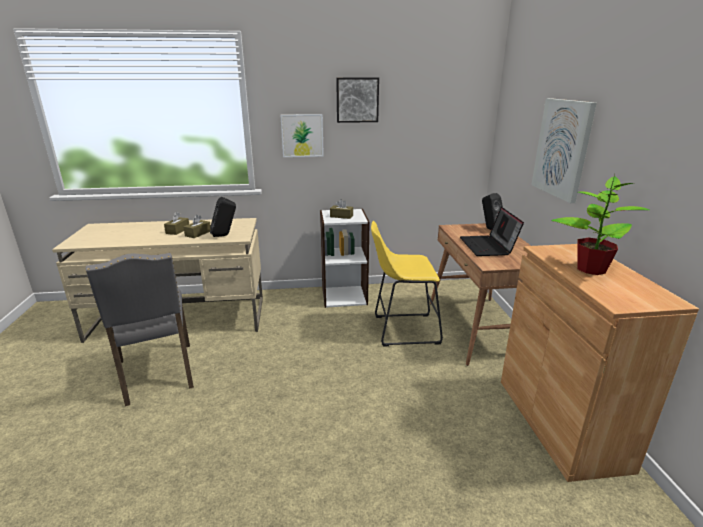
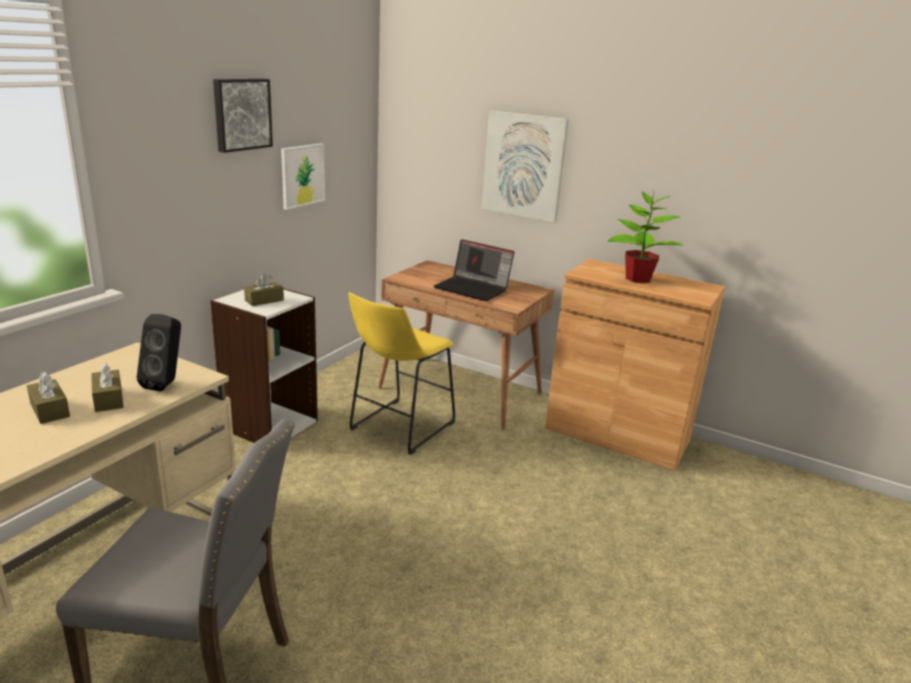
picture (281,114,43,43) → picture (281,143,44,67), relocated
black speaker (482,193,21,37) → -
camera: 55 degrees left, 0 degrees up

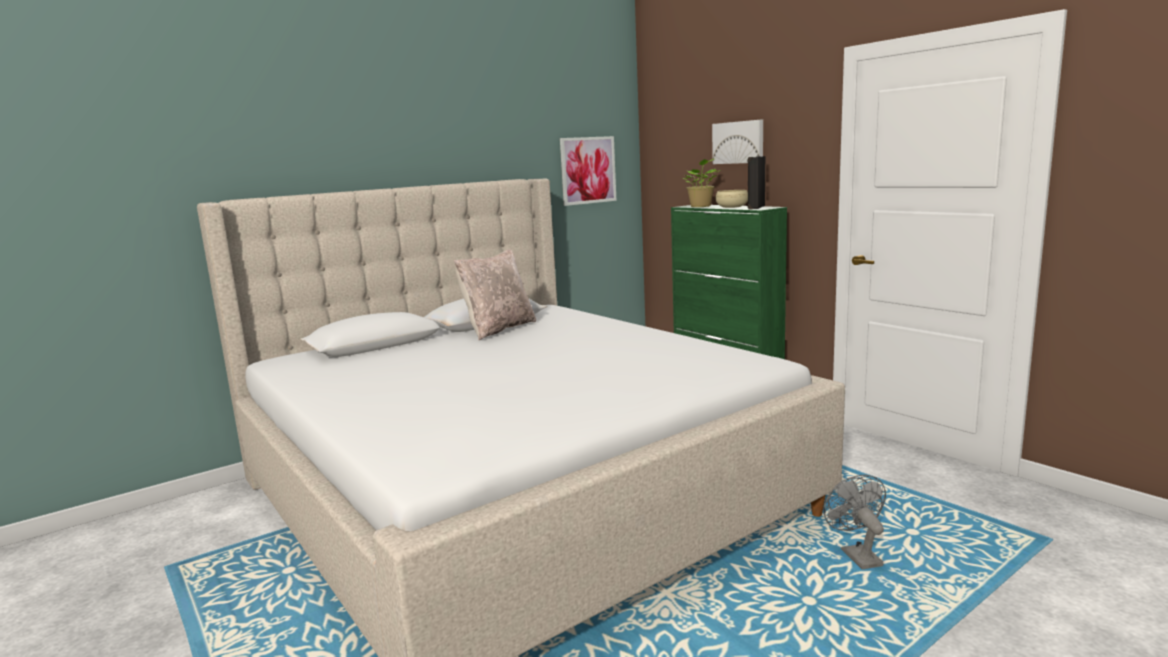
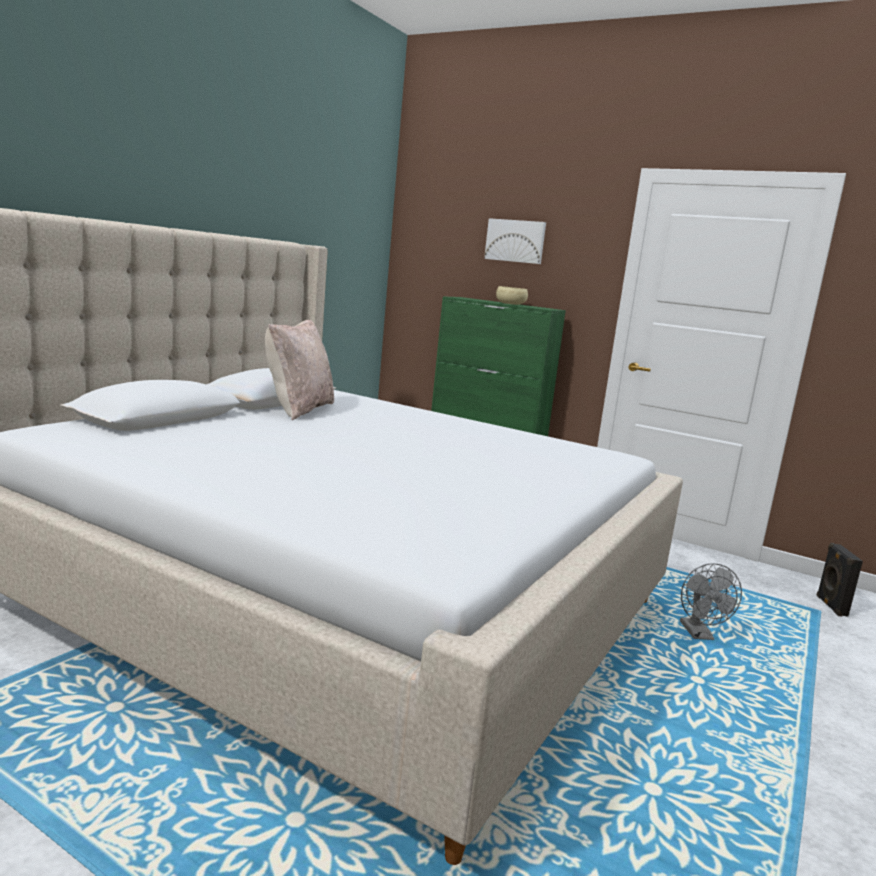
grey fan (824,475,62,94) → grey fan (680,563,62,77), 150 degrees counterclockwise
black speaker (747,156,18,53) → black speaker (817,543,46,74), relocated
picture (560,136,56,70) → -
potted plant (682,158,39,49) → -
camera: 25 degrees left, 0 degrees up

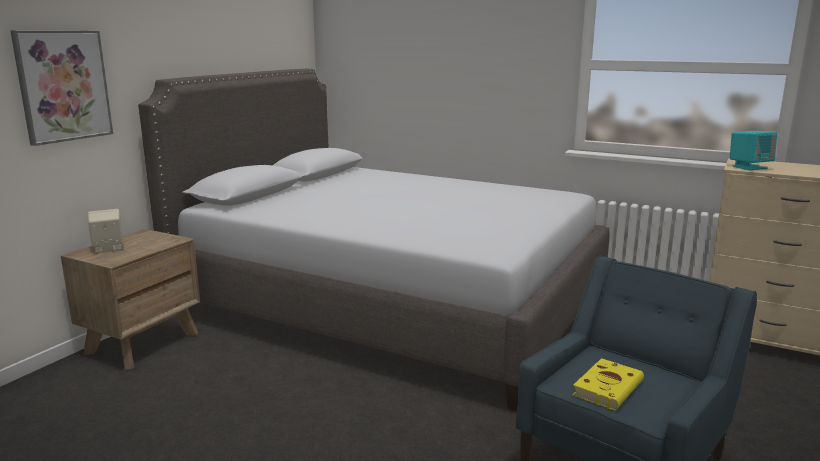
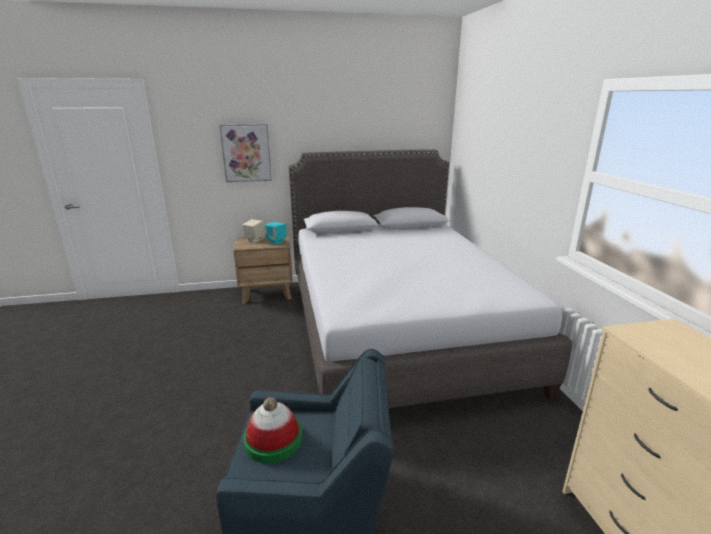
yellow book (572,358,72,52) → hat (243,397,59,66)
turquoise speaker (730,131,47,39) → turquoise speaker (265,222,21,23), relocated
camera: 50 degrees right, 5 degrees up

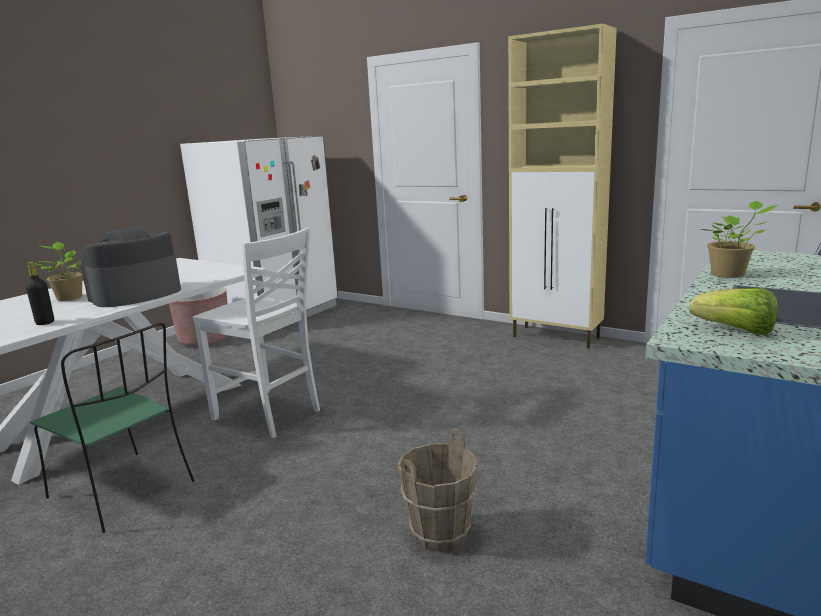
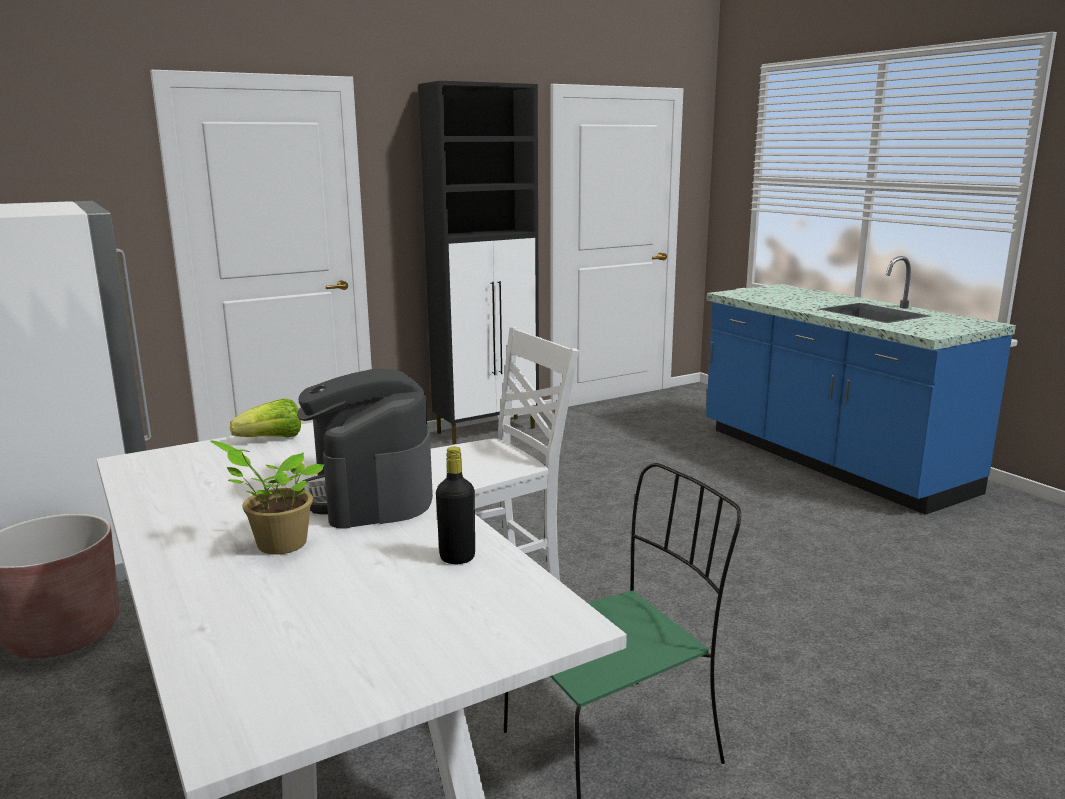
lettuce (690,288,88,47) → lettuce (230,398,71,39), relocated
beige cabinet (508,24,109,324) → black cabinet (418,81,121,363)
brown bucket (397,428,81,124) → -
potted plant (701,201,77,77) → -
camera: 65 degrees left, 0 degrees up

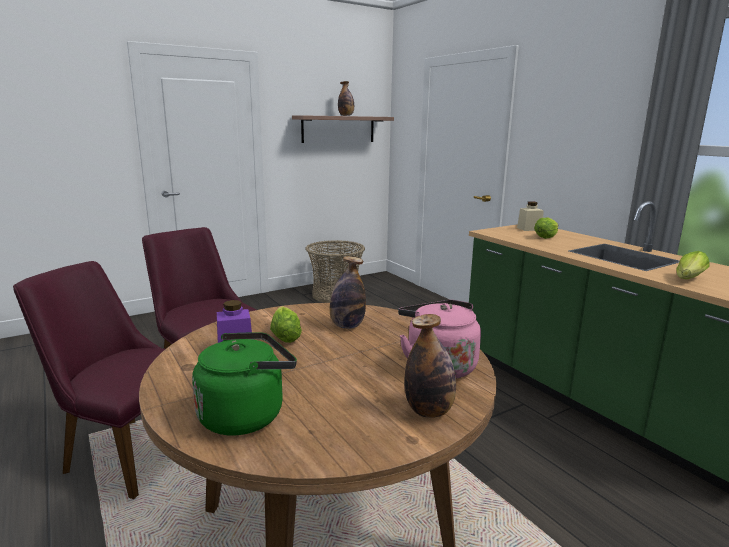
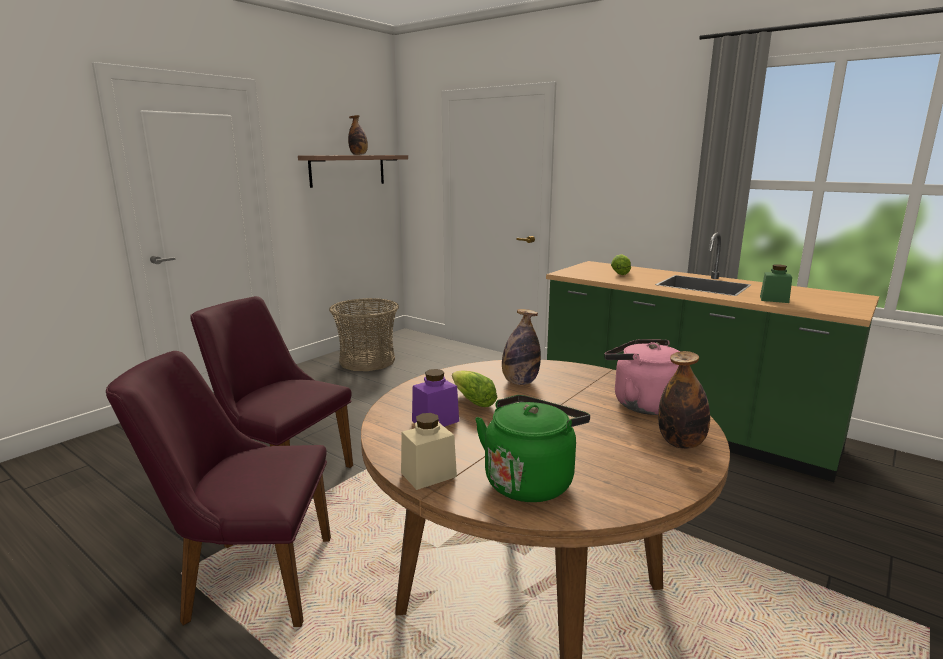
beige jar (517,201,27,30) → beige jar (401,413,56,77), relocated
lettuce (676,251,34,28) → green jar (760,264,32,39)
camera: 20 degrees left, 0 degrees up

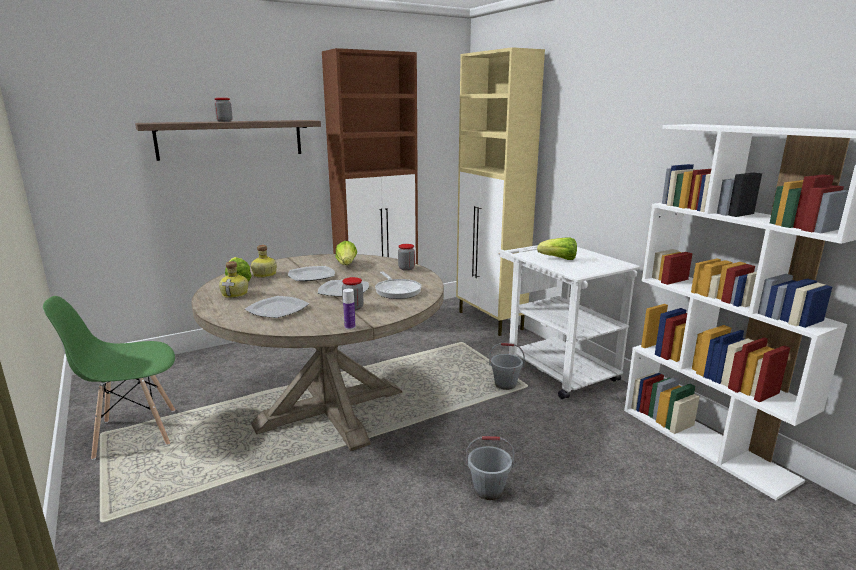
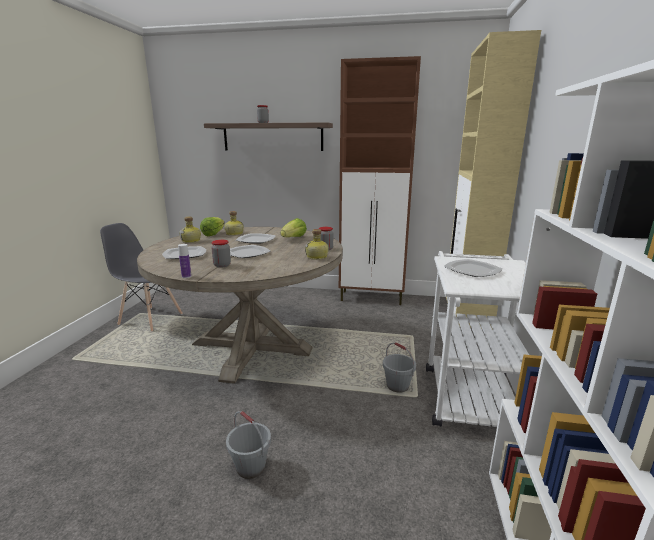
green chair (43,296,132,164) → grey chair (100,223,83,109)
- → bottle (305,229,24,31)
lettuce (537,237,40,23) → plate (444,259,58,18)
frying pan (375,272,47,27) → -
camera: 40 degrees right, 0 degrees up

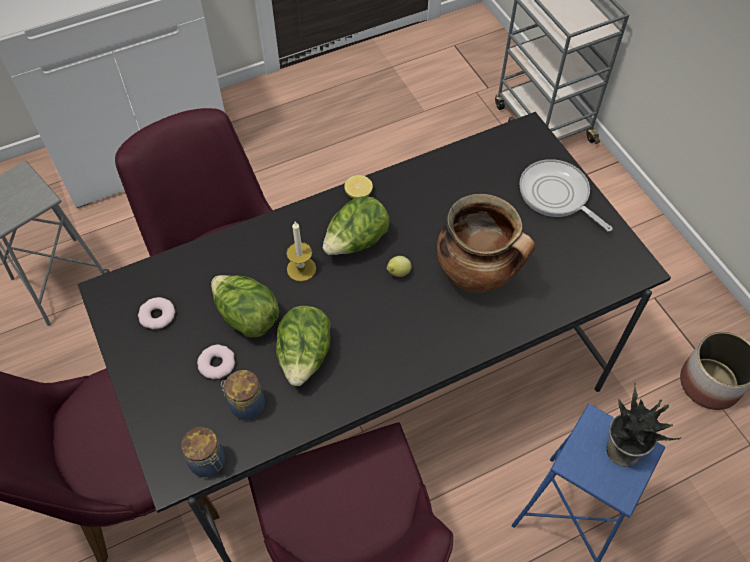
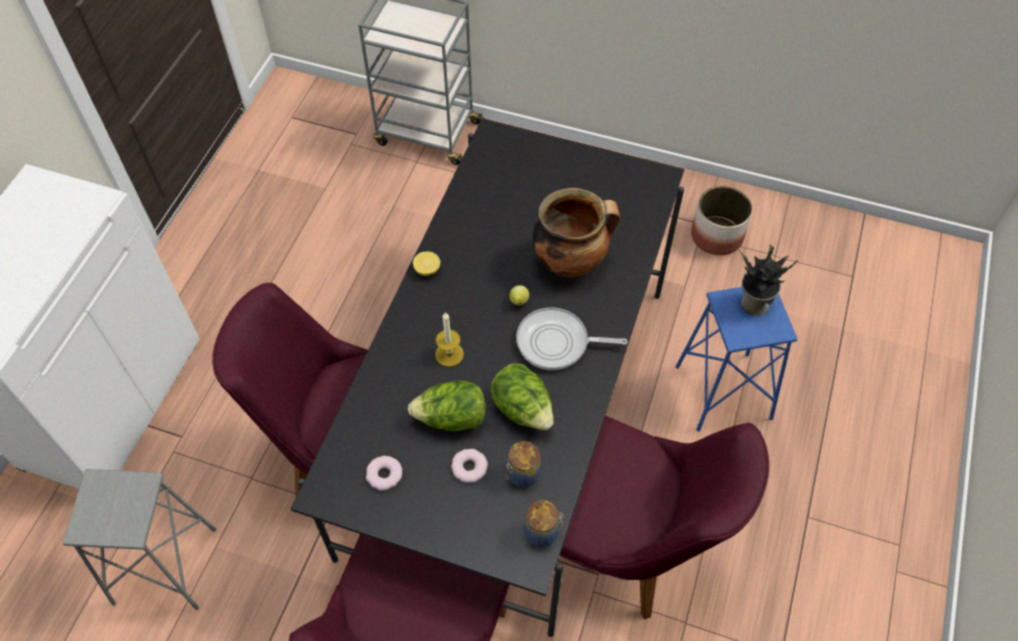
frying pan (519,159,93,73) → frying pan (516,307,112,63), relocated
lettuce (323,196,67,59) → -
camera: 45 degrees left, 0 degrees up

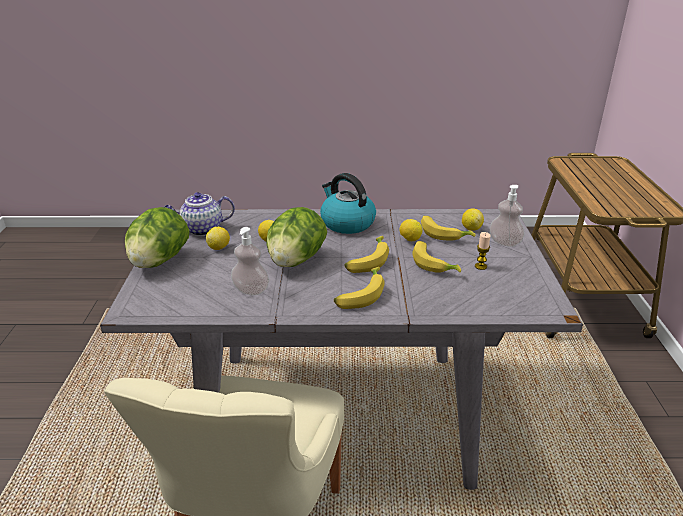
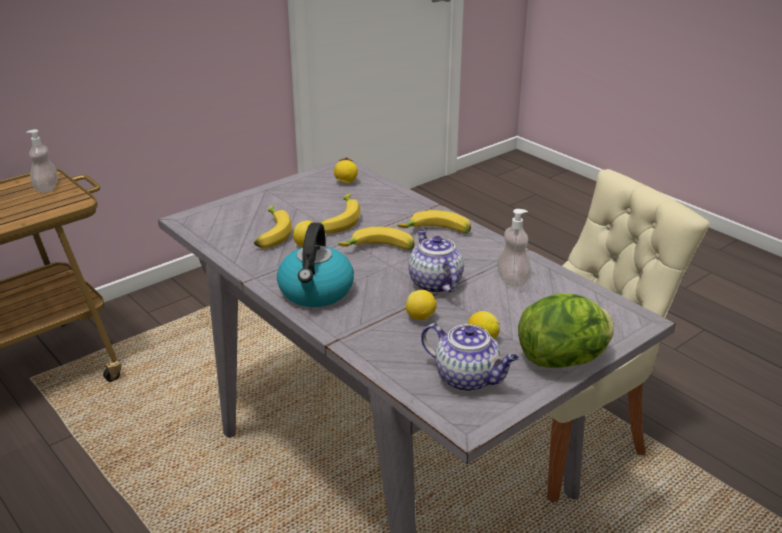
soap dispenser (489,185,36,62) → soap dispenser (26,129,32,64), relocated
lemon (462,208,22,23) → lemon (334,160,24,23), relocated
lettuce (266,207,61,60) → teapot (408,229,56,64)
candle (475,232,15,38) → -
camera: 130 degrees left, 0 degrees up

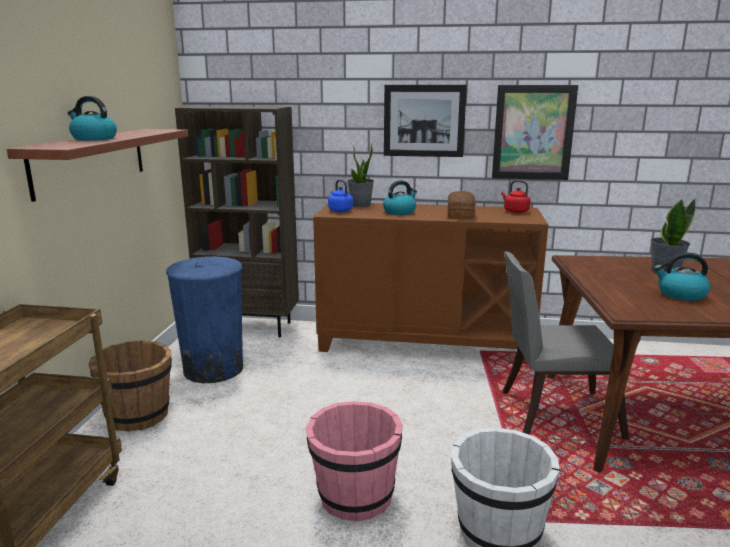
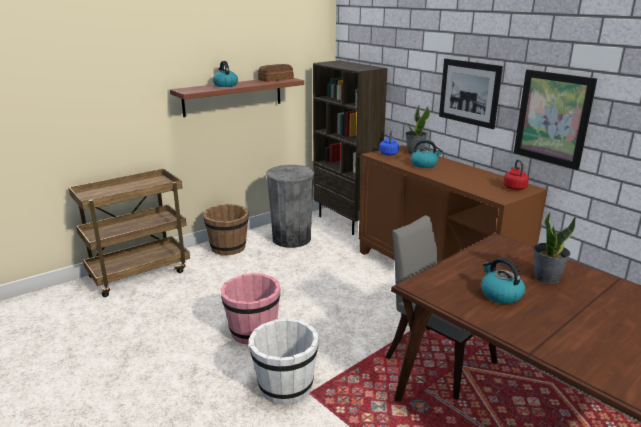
bread (447,191,29,28) → bread (258,64,36,18), relocated
blue trash can (166,256,77,127) → grey trash can (266,165,49,83)
camera: 45 degrees right, 5 degrees up

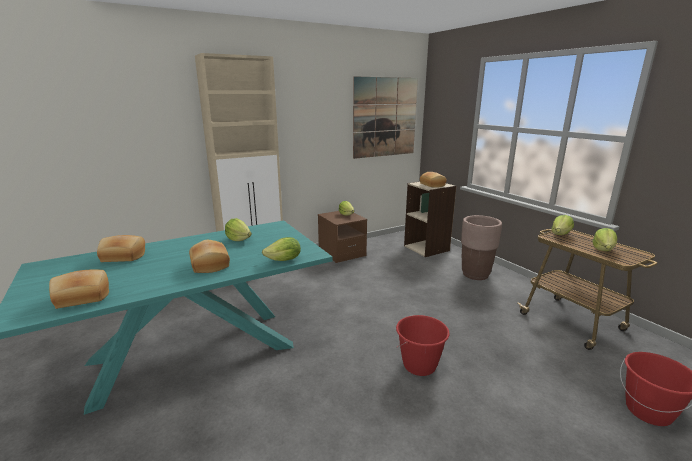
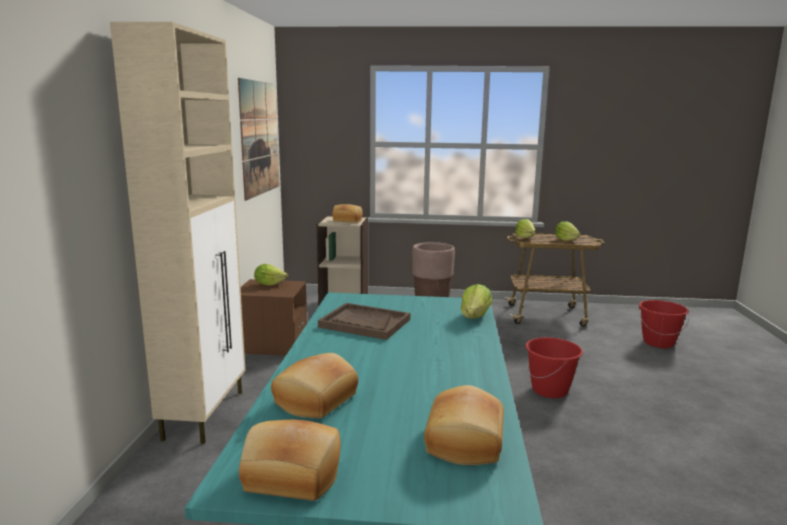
bread (189,240,41,33) → bread (239,420,101,81), relocated
lettuce (225,218,27,23) → brown tray (318,303,92,37)
camera: 55 degrees left, 5 degrees down

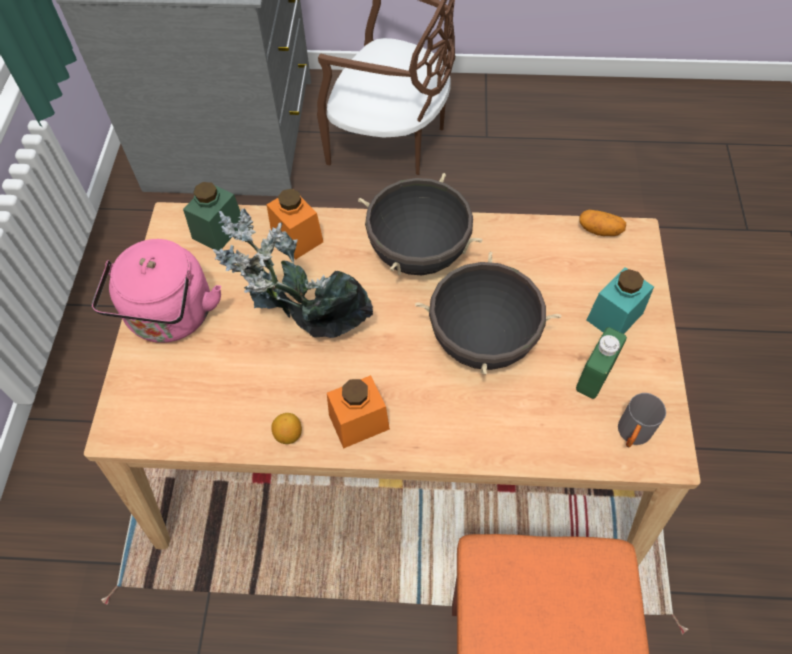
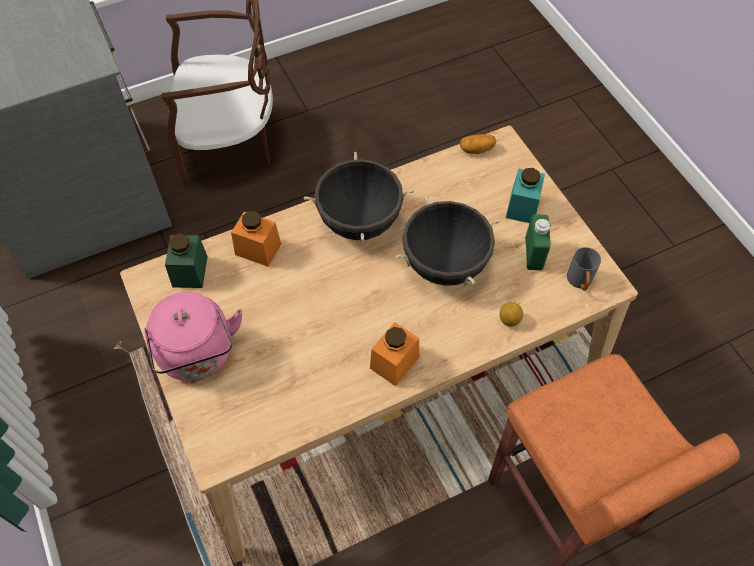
lemon (271,413,31,31) → lemon (500,302,23,25), relocated
potted plant (213,209,160,129) → -
camera: 30 degrees left, 0 degrees up

